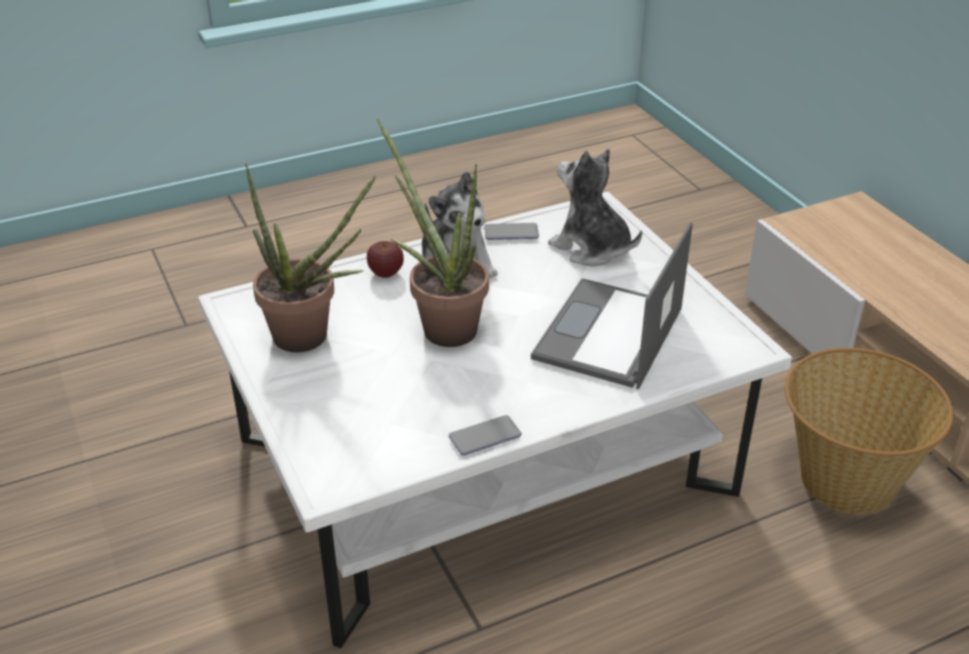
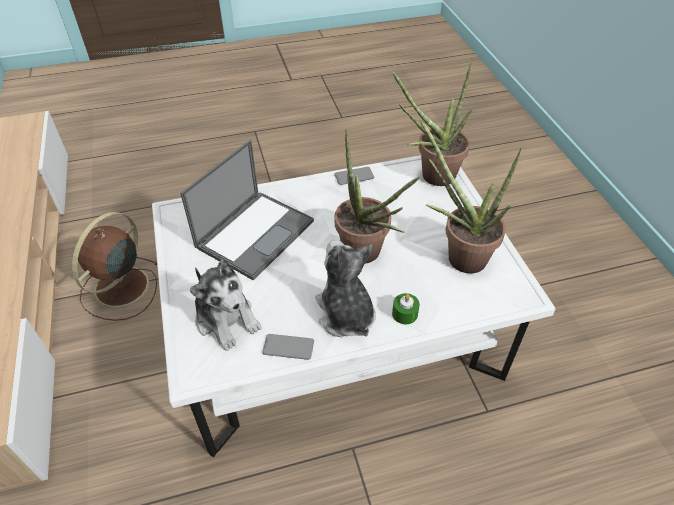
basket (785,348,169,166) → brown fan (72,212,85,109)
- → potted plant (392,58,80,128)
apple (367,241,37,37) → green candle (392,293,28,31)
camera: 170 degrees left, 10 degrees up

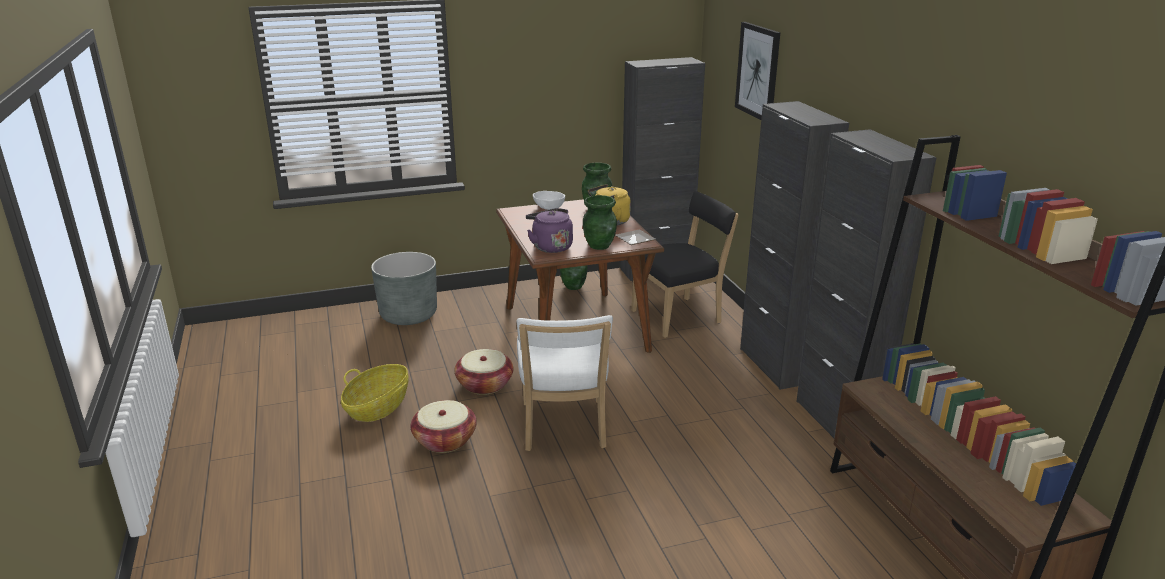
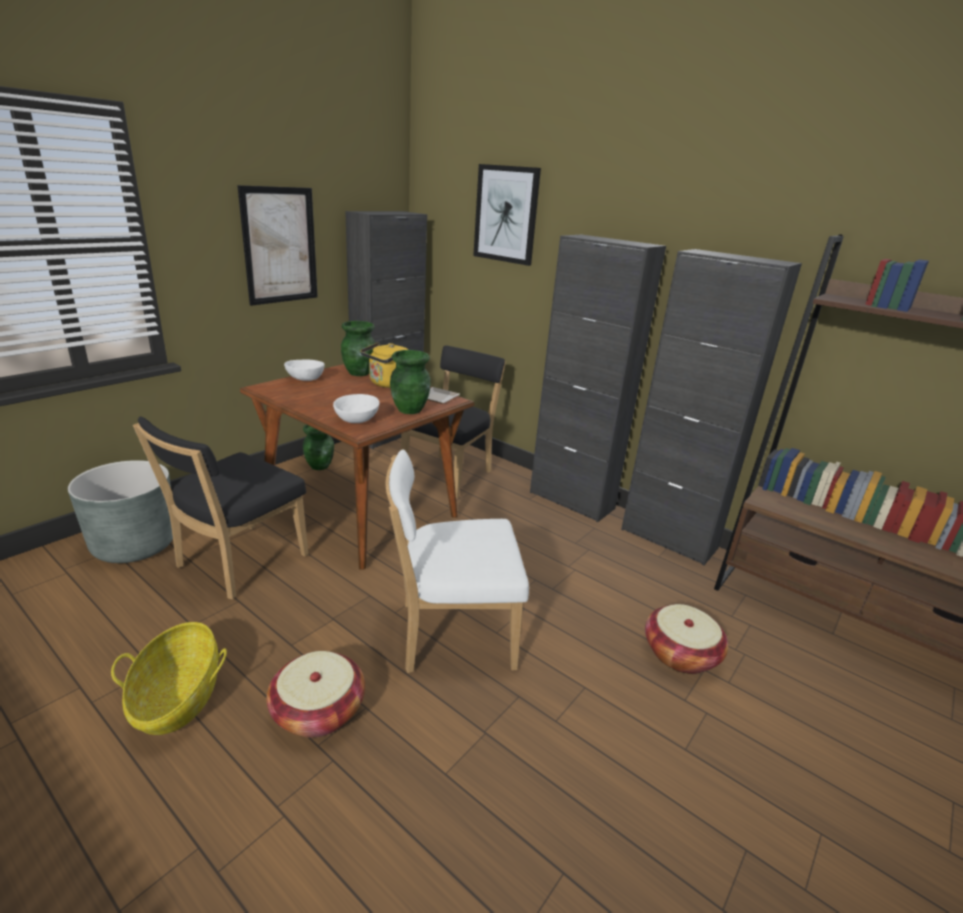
- → black chair (133,417,175,182)
- → picture (237,185,81,121)
purple kettle (526,208,47,45) → white bowl (333,394,47,29)
white chair (517,315,96,136) → white chair (386,449,143,224), 120 degrees clockwise
basket (454,349,60,46) → basket (645,604,84,70), relocated
camera: 35 degrees left, 0 degrees up

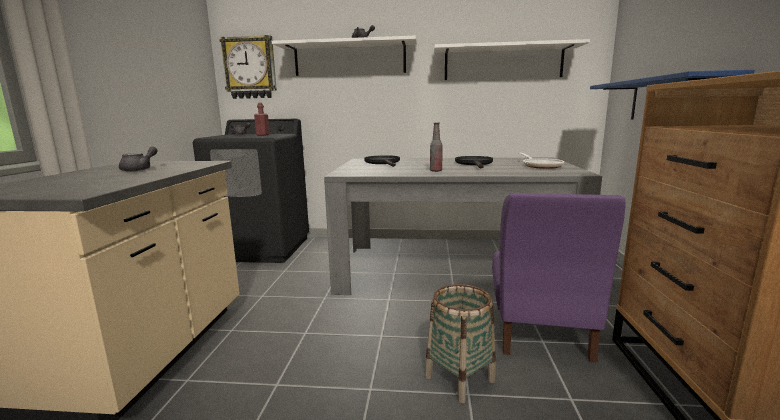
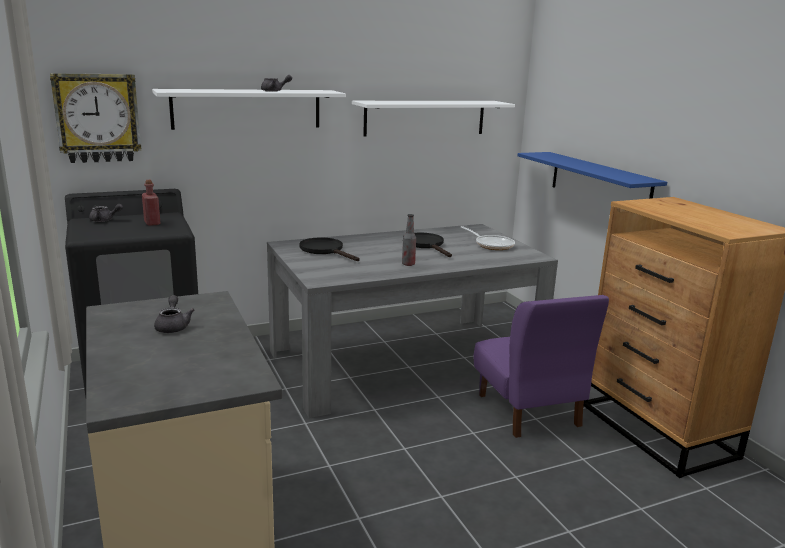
basket (425,284,71,119) → -
camera: 30 degrees left, 5 degrees up

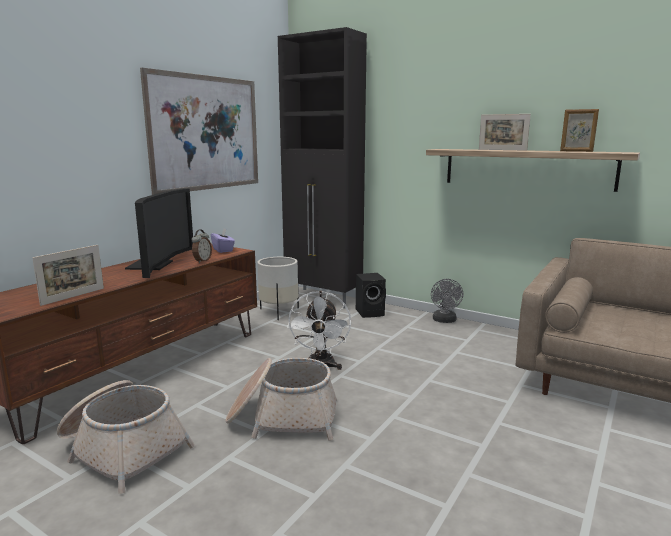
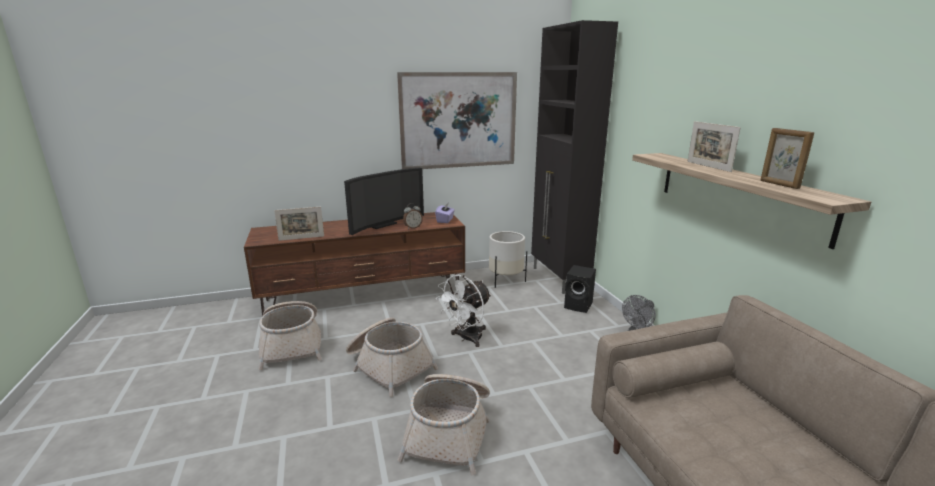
- → basket (398,374,92,101)
camera: 40 degrees right, 5 degrees up

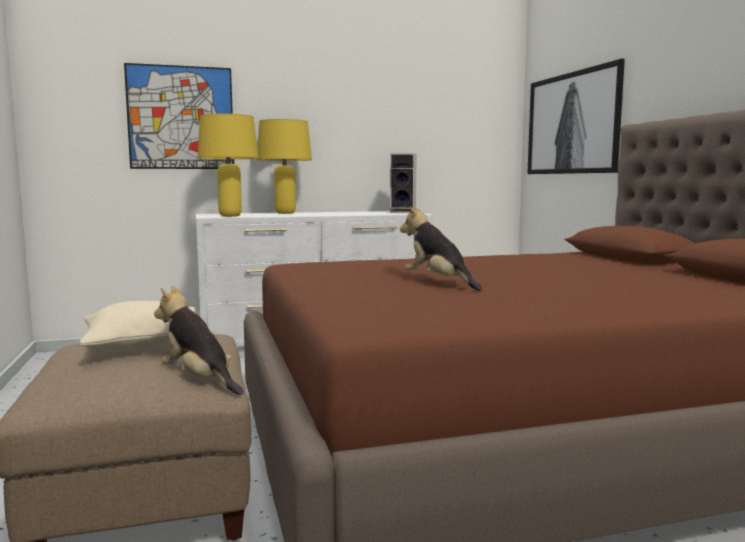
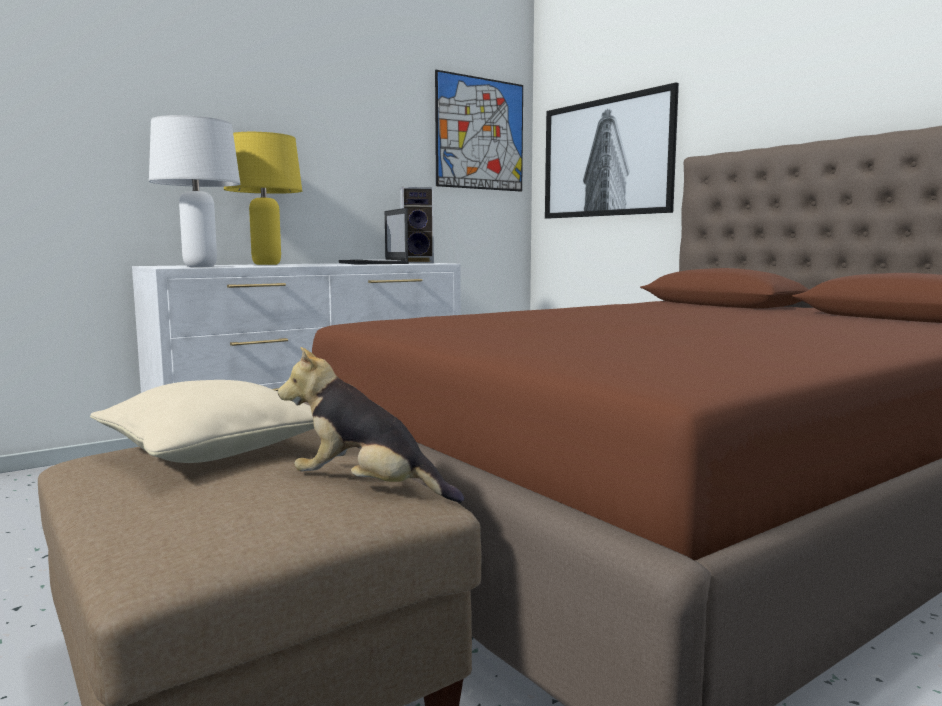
yellow table lamp (198,114,61,103) → white table lamp (149,115,91,152)
- → laptop (339,208,70,56)
picture (124,63,110,106) → picture (435,70,88,121), relocated
plush toy (400,206,82,85) → -
camera: 20 degrees left, 0 degrees up

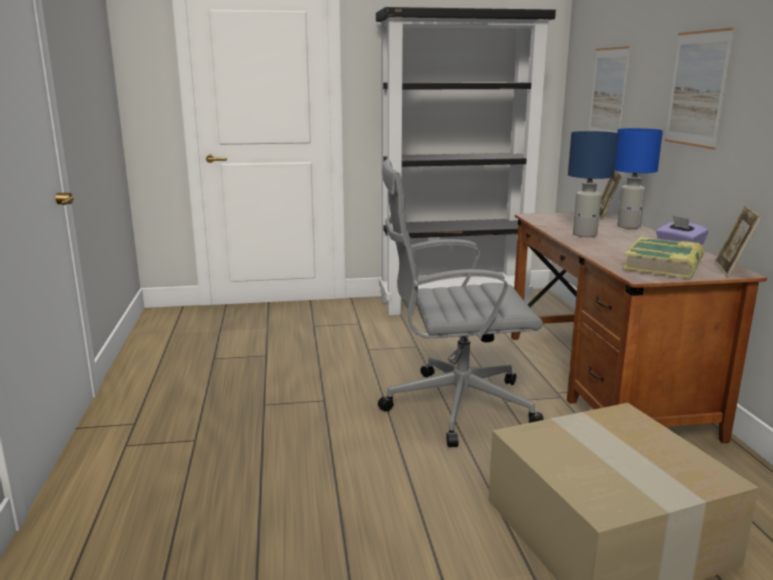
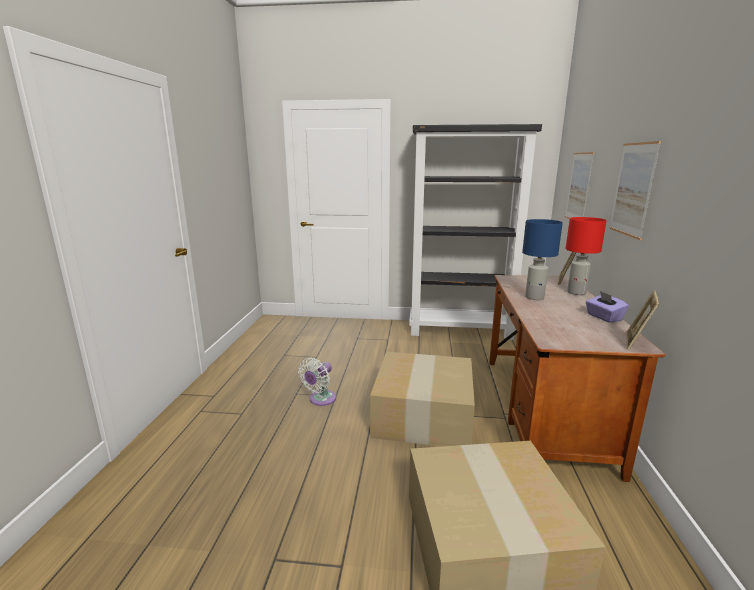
- → white fan (298,358,38,48)
grey office chair (378,159,166,288) → cardboard box (370,352,105,94)
blue table lamp (614,128,49,101) → red table lamp (566,217,41,78)
book (623,237,81,42) → -
camera: 15 degrees right, 0 degrees up

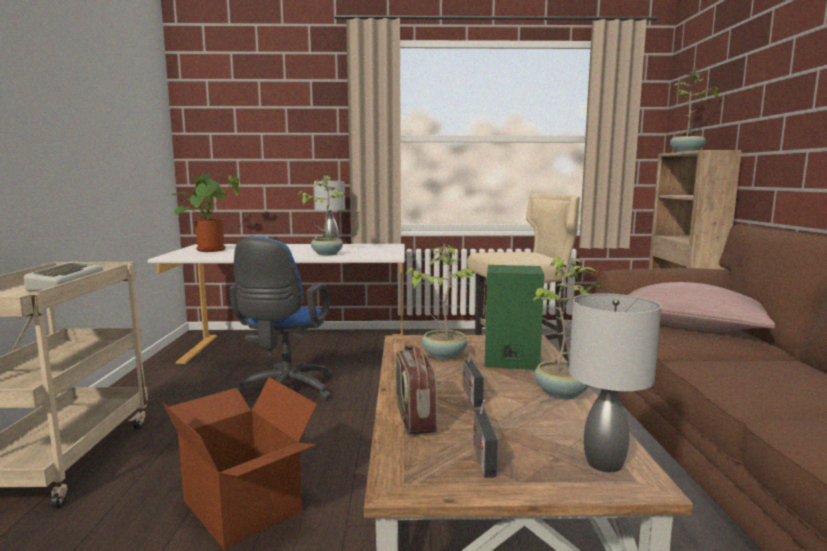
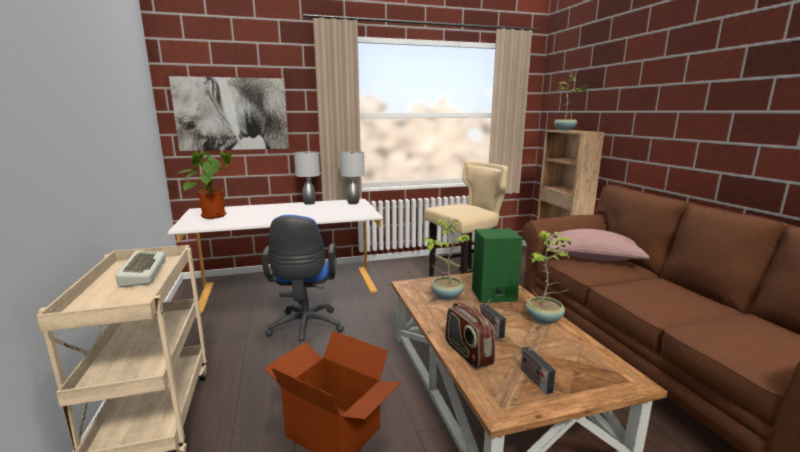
- → picture (169,76,120,75)
grey table lamp (569,293,92,179) → grey table lamp (339,151,26,53), relocated
potted plant (297,174,49,82) → -
camera: 15 degrees left, 5 degrees up

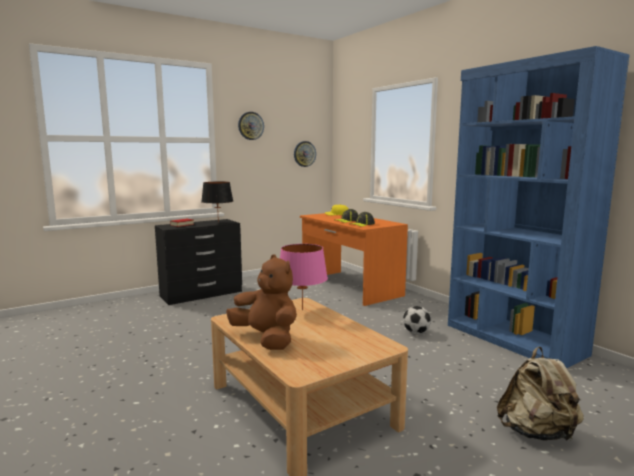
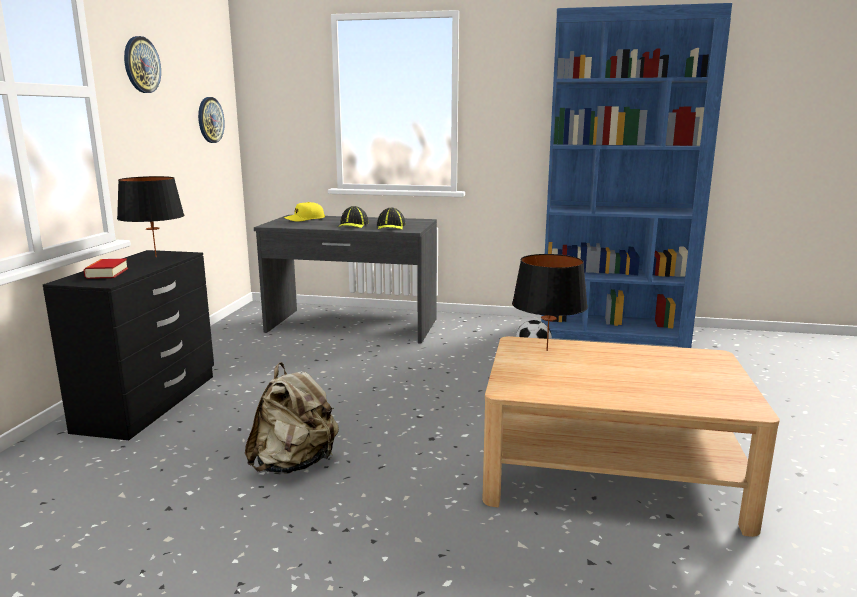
beige backpack (497,347,87,94) → beige backpack (245,362,94,112), relocated
orange desk (300,213,108,93) → grey desk (254,215,183,129)
pink table lamp (280,244,48,66) → black table lamp (512,254,76,97)
brown plush toy (226,254,71,96) → -
camera: 45 degrees left, 5 degrees up

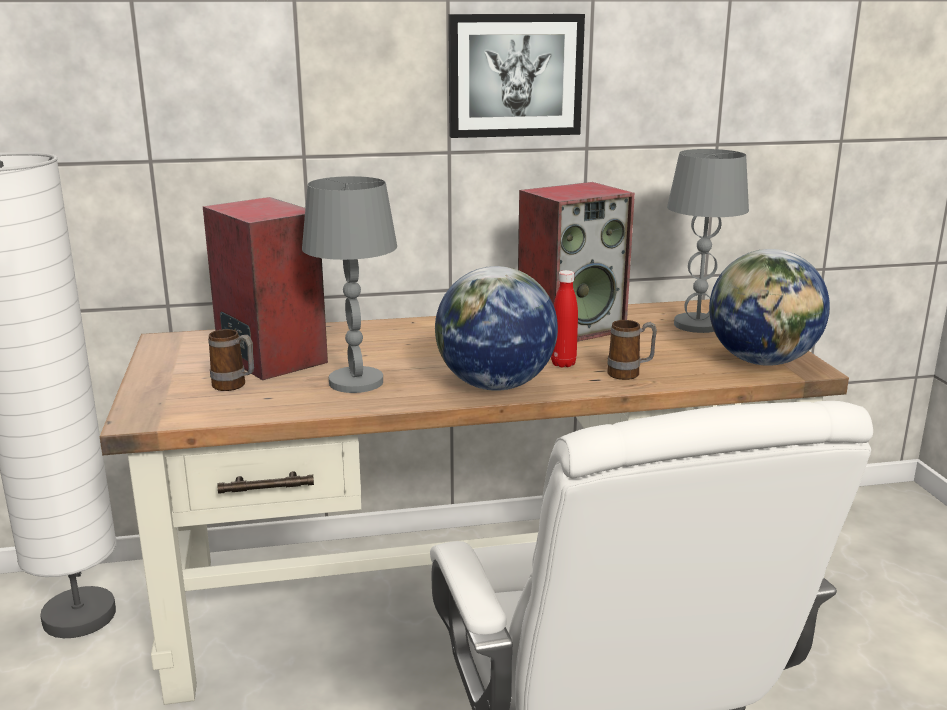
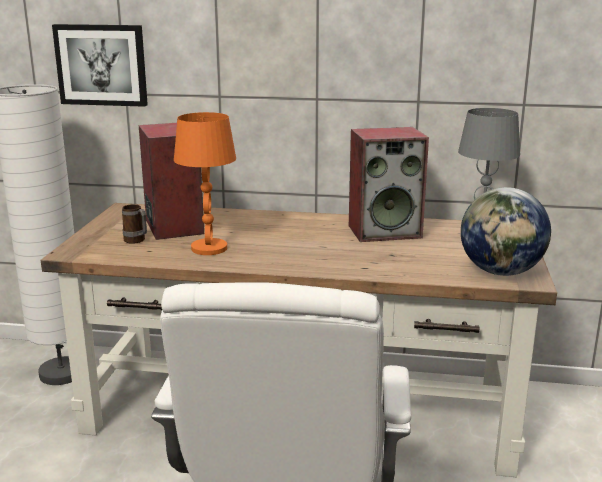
picture (448,14,137,124) → picture (52,24,96,83), relocated
grey table lamp (302,176,95,217) → orange table lamp (174,112,62,143)
globe (435,266,123,125) → -
red bottle (551,270,27,97) → -
mug (607,320,50,60) → -
camera: 20 degrees right, 0 degrees up

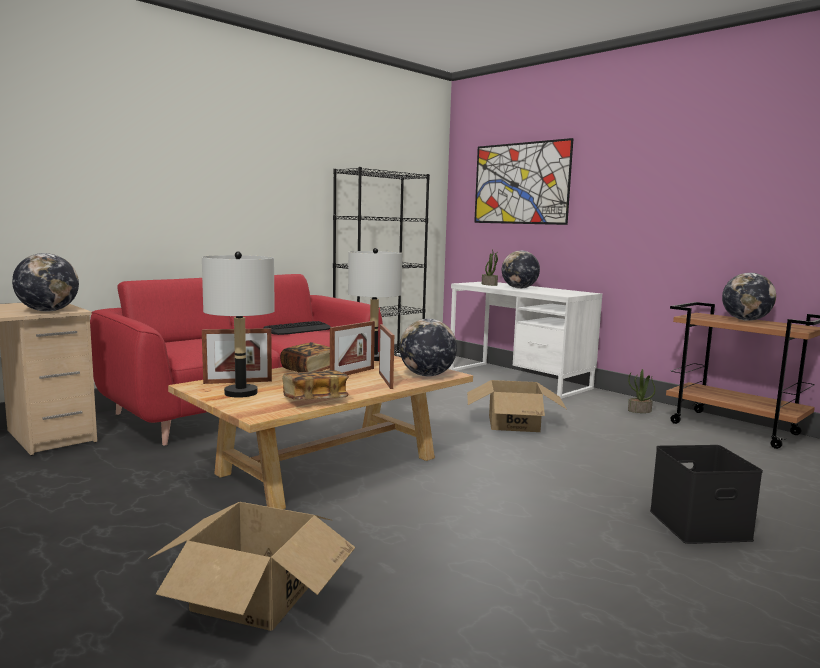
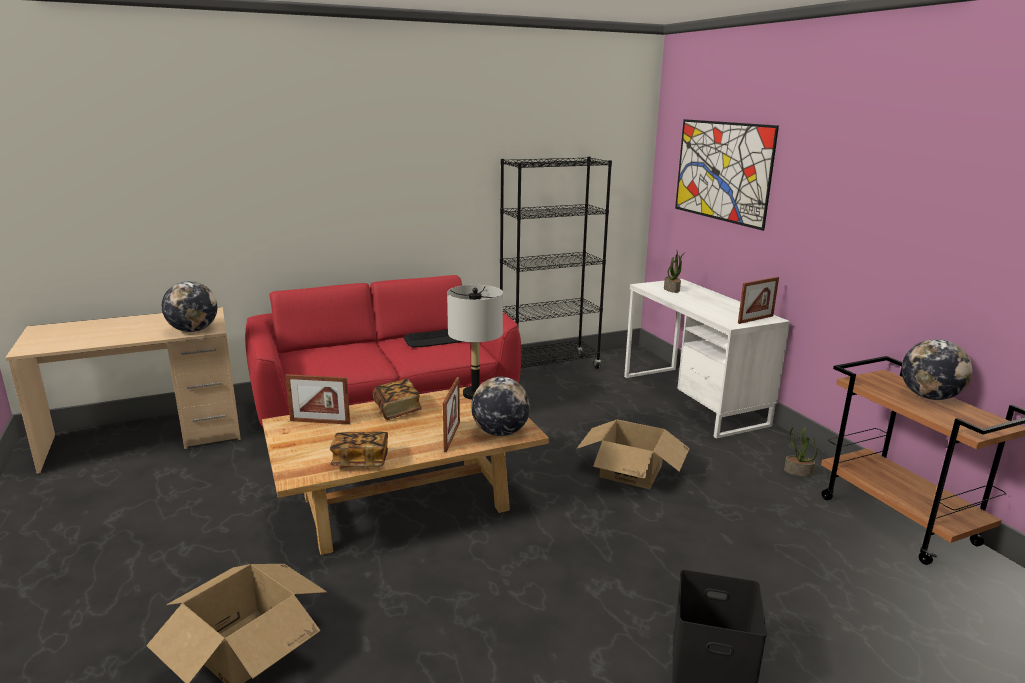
picture frame (330,321,45,54) → picture frame (738,277,41,47), relocated
grey table lamp (202,251,73,147) → -
globe (502,250,38,39) → -
camera: 20 degrees right, 10 degrees up

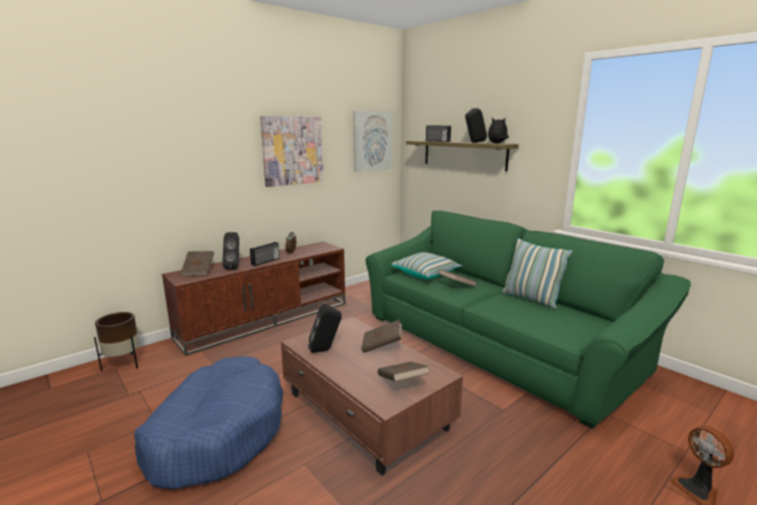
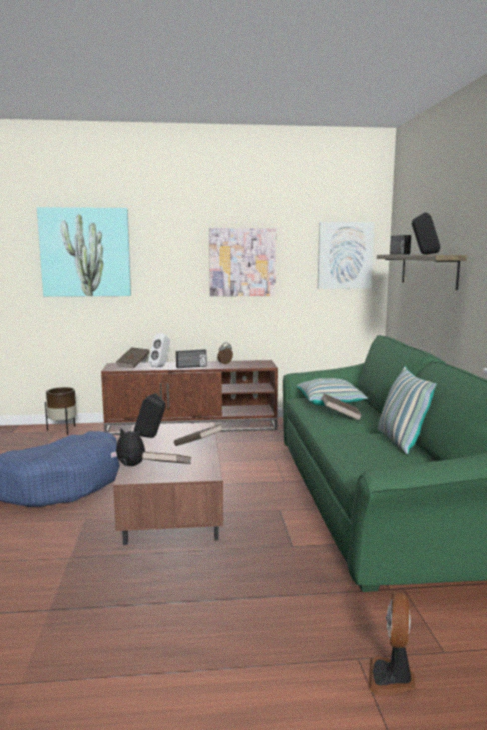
- → picture (37,207,94,90)
plush toy (488,118,21,25) → plush toy (111,428,34,38), relocated
black speaker (222,232,17,37) → white speaker (148,333,22,34)
camera: 35 degrees right, 5 degrees down

